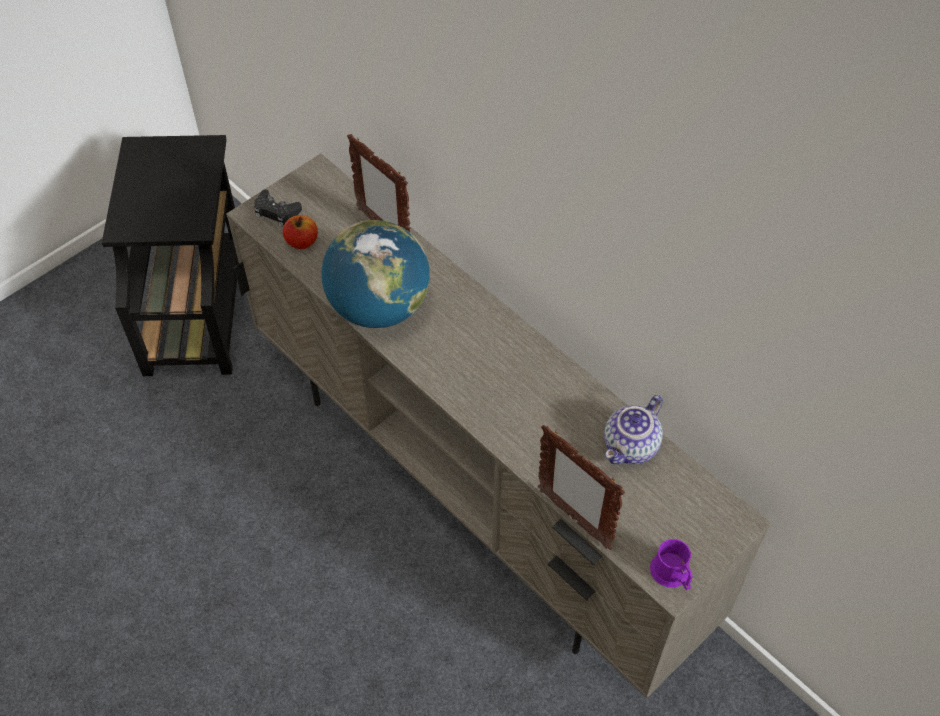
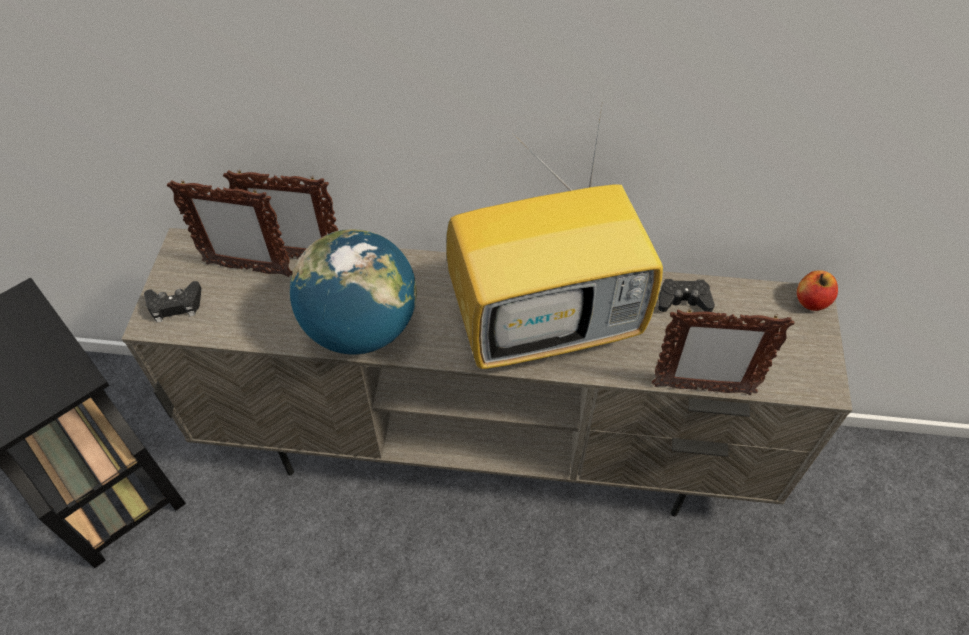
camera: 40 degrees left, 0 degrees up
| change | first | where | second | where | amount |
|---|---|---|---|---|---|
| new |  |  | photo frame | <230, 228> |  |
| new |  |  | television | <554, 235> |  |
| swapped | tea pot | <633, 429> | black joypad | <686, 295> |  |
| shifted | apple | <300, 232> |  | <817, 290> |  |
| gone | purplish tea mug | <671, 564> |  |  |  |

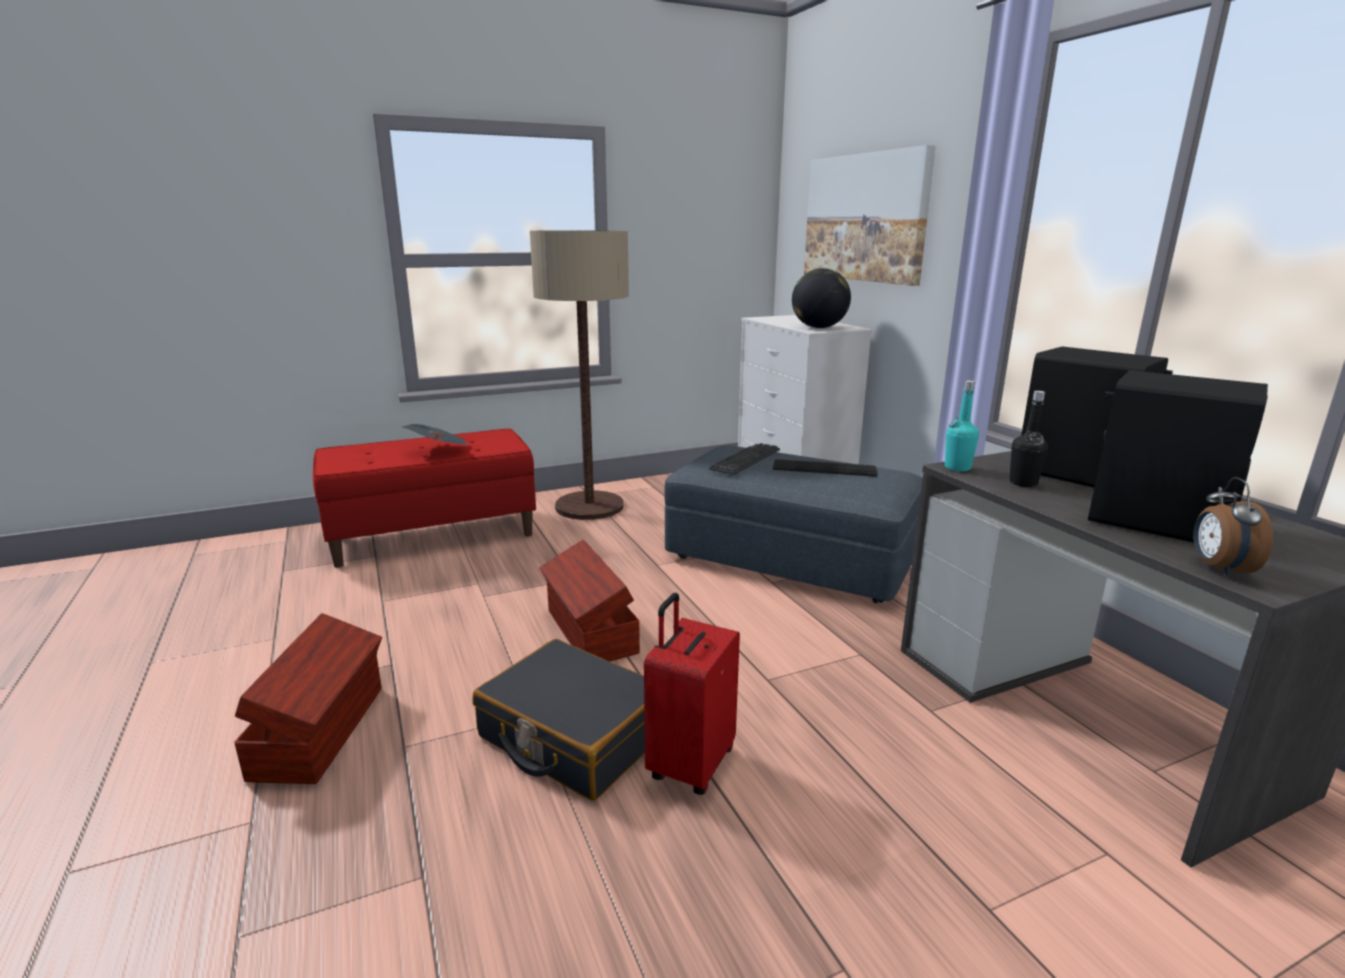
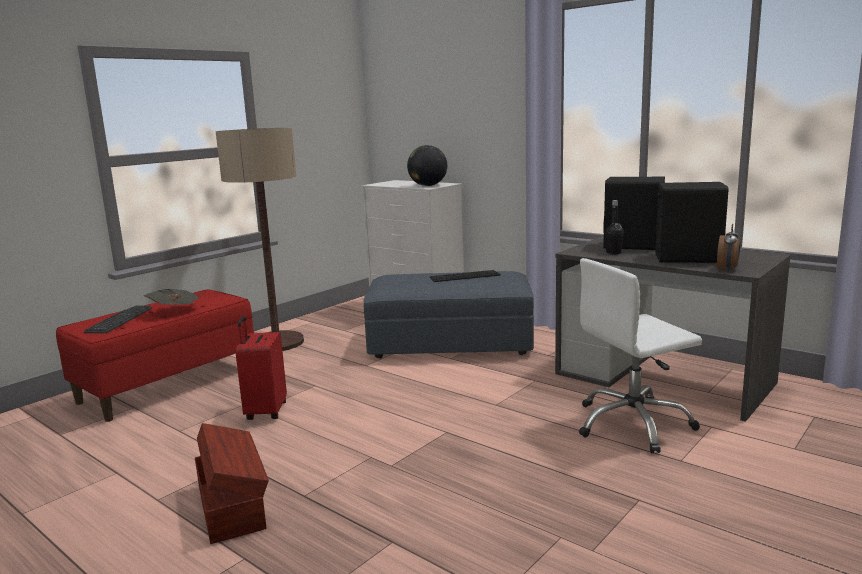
camera: 25 degrees left, 5 degrees down
| change | first | where | second | where | amount |
|---|---|---|---|---|---|
| shifted | computer keyboard | <744, 459> |  | <118, 319> |  |
| shifted | red travel case | <692, 694> |  | <261, 368> |  |
| new |  |  | white-coloured computer chair | <640, 355> |  |
| rotated | bedside clock | <1233, 527> |  | <728, 248> | 135 degrees counterclockwise |
| gone | black travel case | <559, 720> |  |  |  |
| gone | brown-coloured storage bin | <589, 601> |  |  |  |
| gone | picture | <870, 215> |  |  |  |
| gone | turquoise-coloured beverage bottle | <962, 425> |  |  |  |

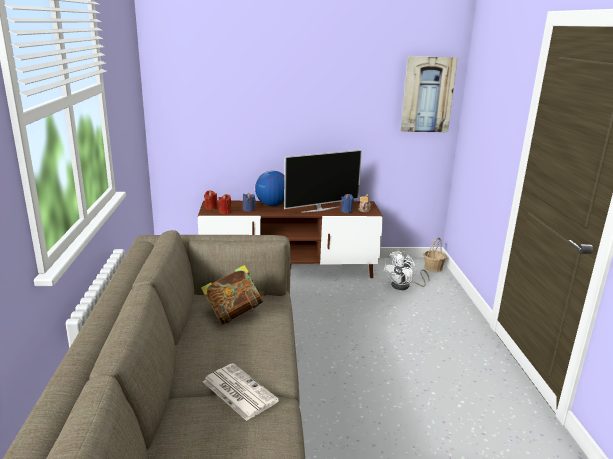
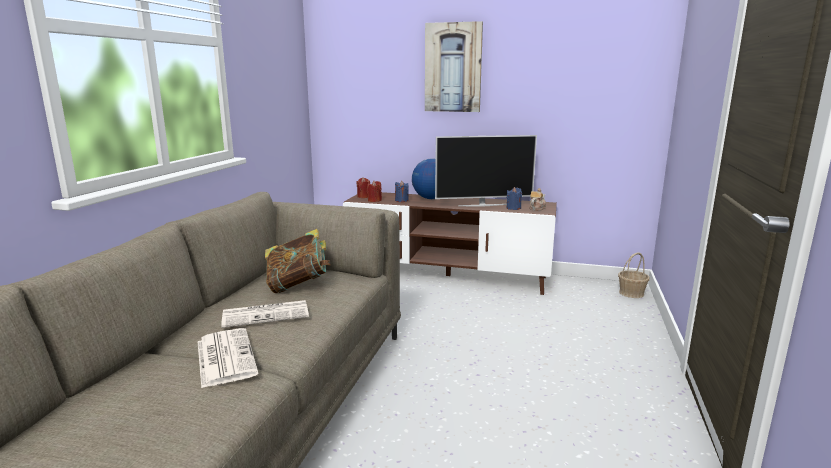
camera: 20 degrees right, 5 degrees down
| change | first | where | second | where | amount |
|---|---|---|---|---|---|
| new |  |  | daily paper | <265, 314> |  |
| shifted | picture | <429, 94> |  | <454, 66> |  |
| gone | white-coloured electric fan | <406, 270> |  |  |  |

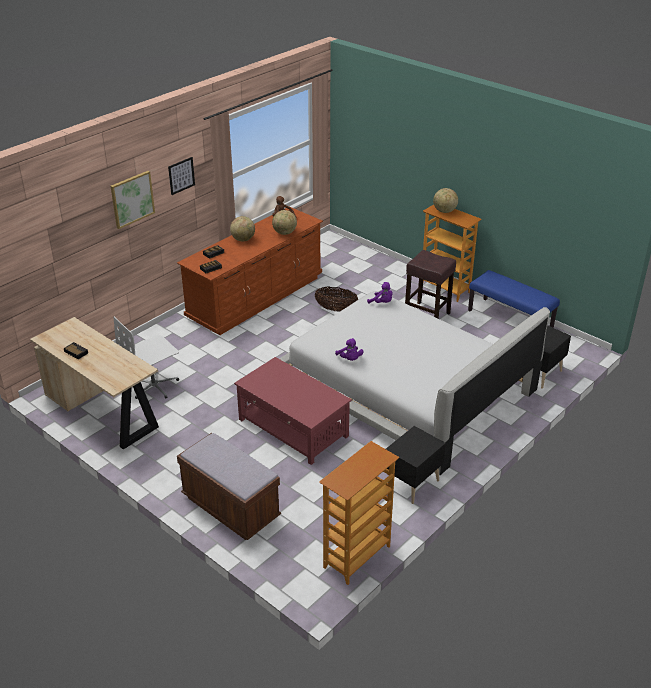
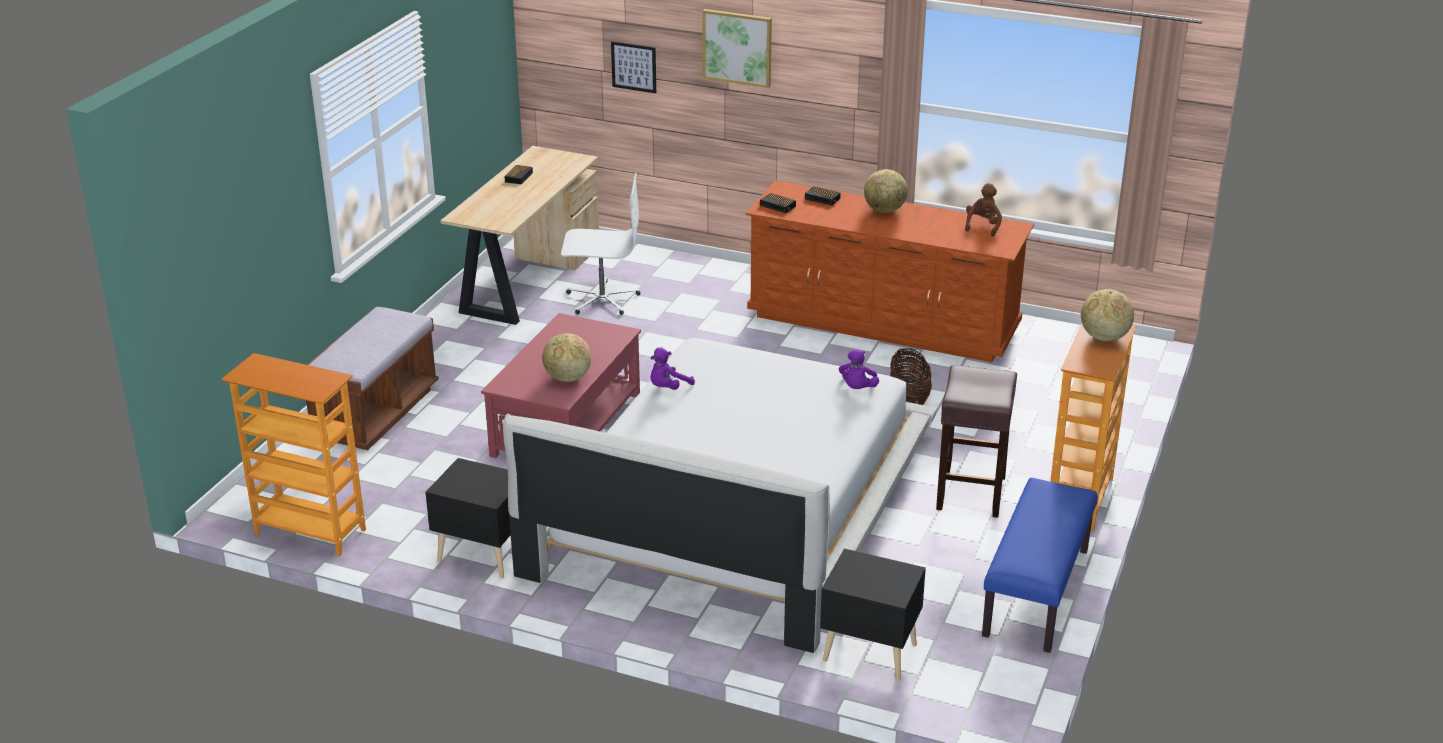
camera: 70 degrees right, 5 degrees down
| change | first | where | second | where | amount |
|---|---|---|---|---|---|
| shifted | globe | <284, 222> |  | <566, 357> |  |
| rotated | white-coloured computer chair | <146, 358> |  | <601, 244> | 150 degrees clockwise |
| shifted | picture | <181, 176> |  | <633, 67> |  |

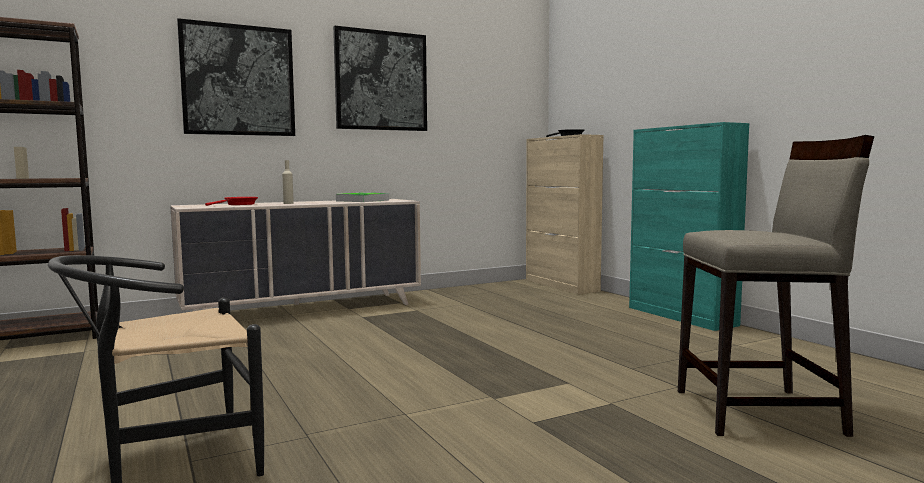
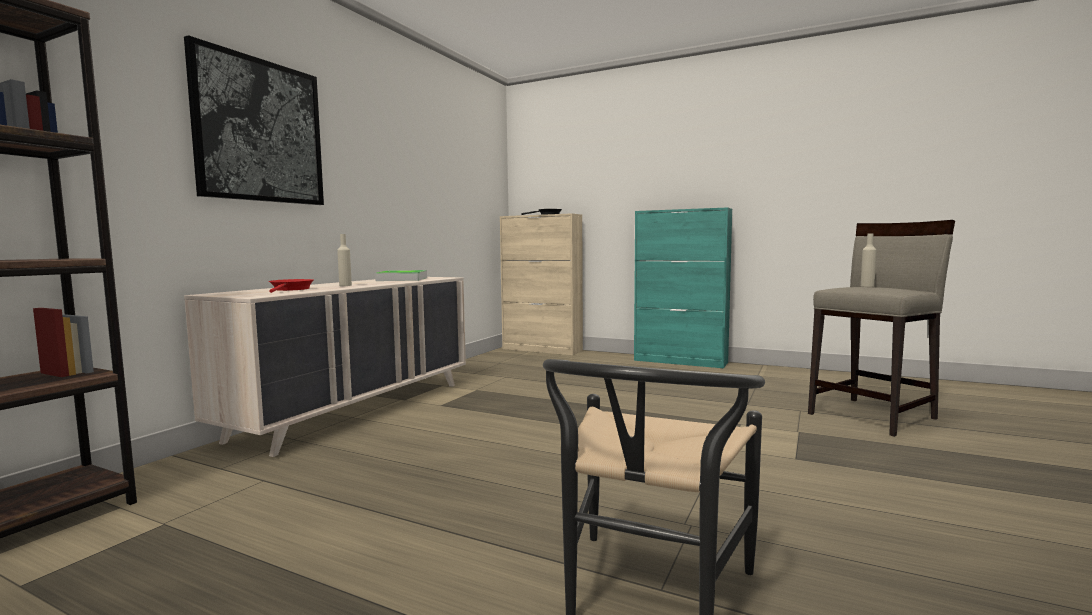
camera: 35 degrees left, 0 degrees up
| change | first | where | second | where | amount |
|---|---|---|---|---|---|
| new |  |  | beige beverage bottle | <869, 260> |  |
| gone | picture | <380, 78> |  |  |  |

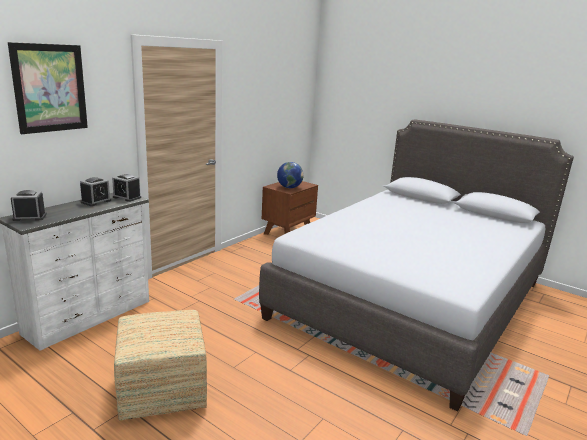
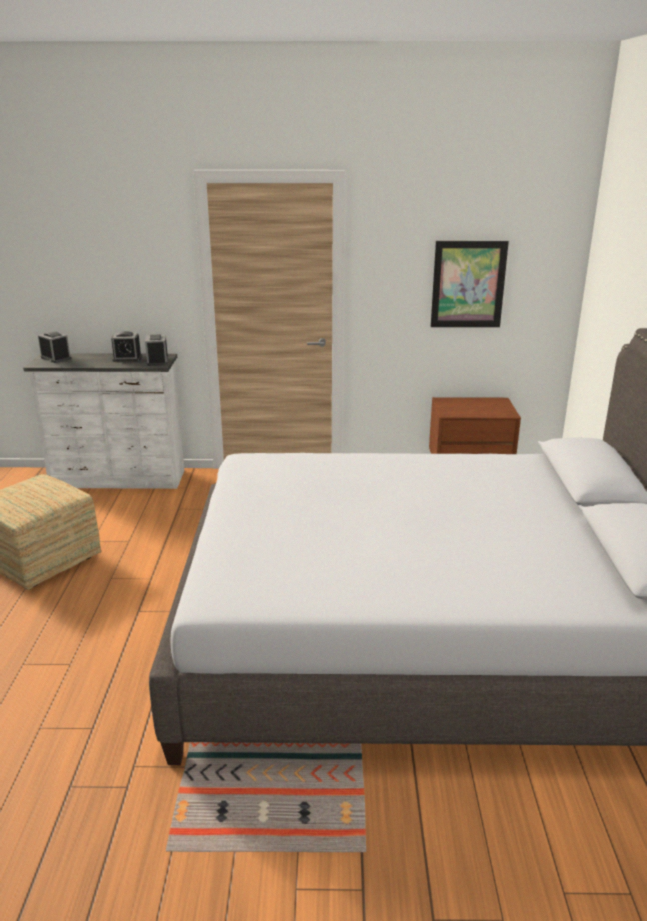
camera: 55 degrees right, 5 degrees up
| change | first | where | second | where | amount |
|---|---|---|---|---|---|
| shifted | picture | <48, 88> |  | <470, 284> |  |
| gone | globe | <290, 175> |  |  |  |

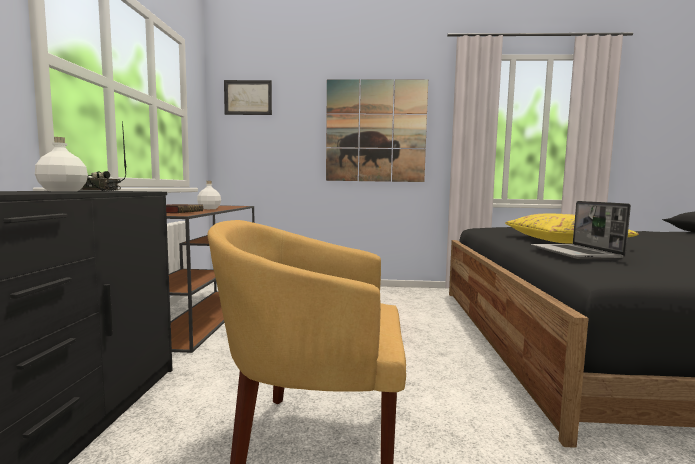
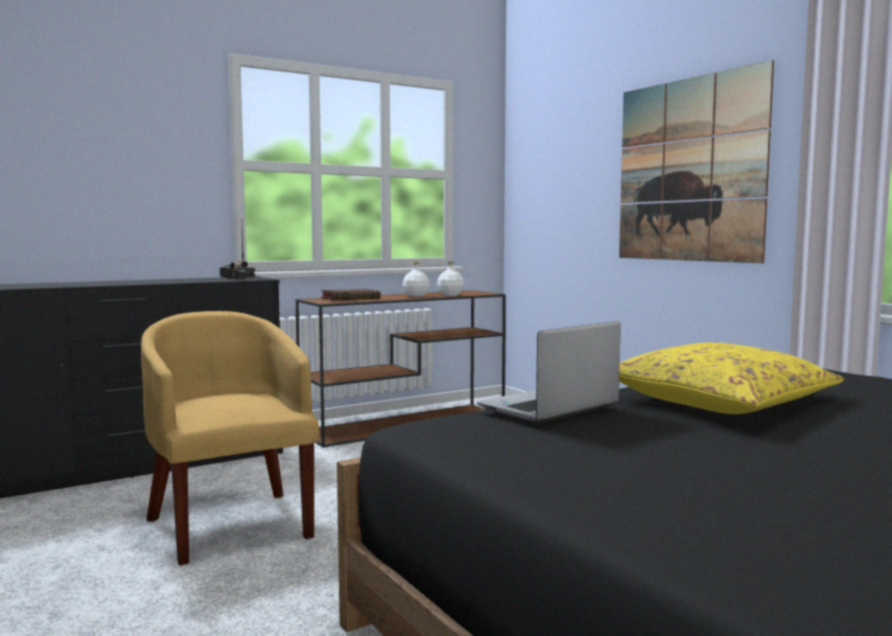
camera: 55 degrees right, 0 degrees up
| change | first | where | second | where | amount |
|---|---|---|---|---|---|
| shifted | white-coloured beverage bottle | <61, 164> |  | <450, 278> |  |
| gone | picture | <248, 97> |  |  |  |

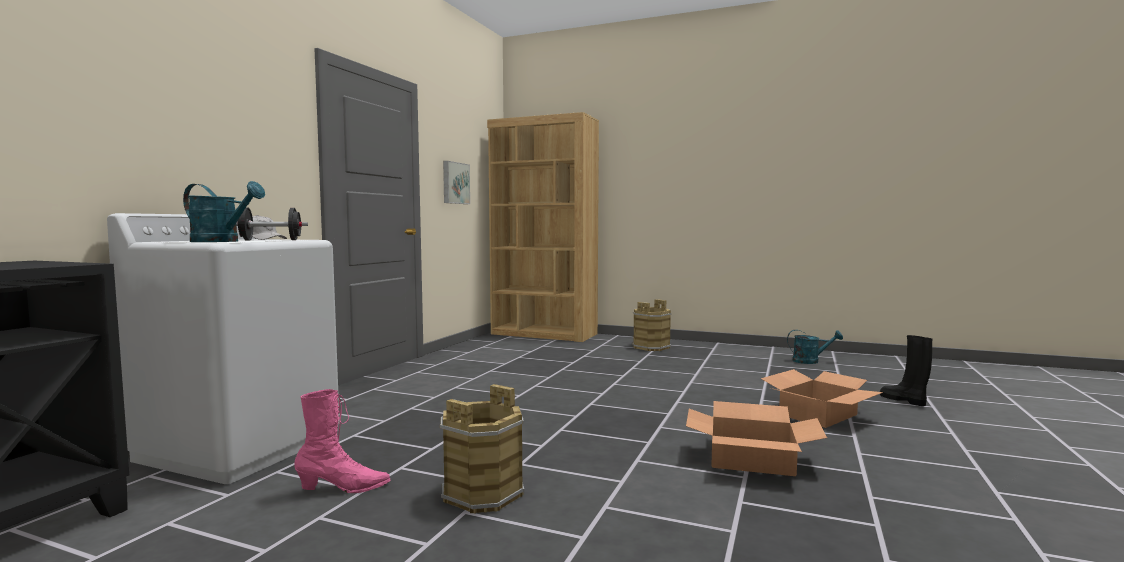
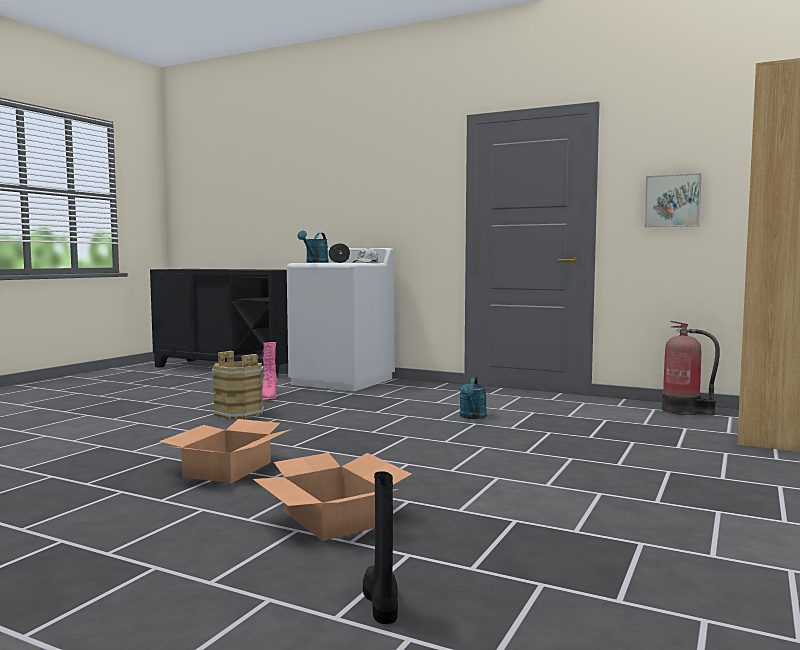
camera: 95 degrees right, 0 degrees up
| change | first | where | second | where | amount |
|---|---|---|---|---|---|
| rotated | black boot | <906, 370> |  | <380, 547> | 75 degrees counterclockwise |
| shifted | turquoise-coloured watering pot | <815, 347> |  | <473, 397> |  |
| new |  |  | fire extinguisher | <691, 368> |  |
| gone | brown-coloured bucket | <652, 325> |  |  |  |

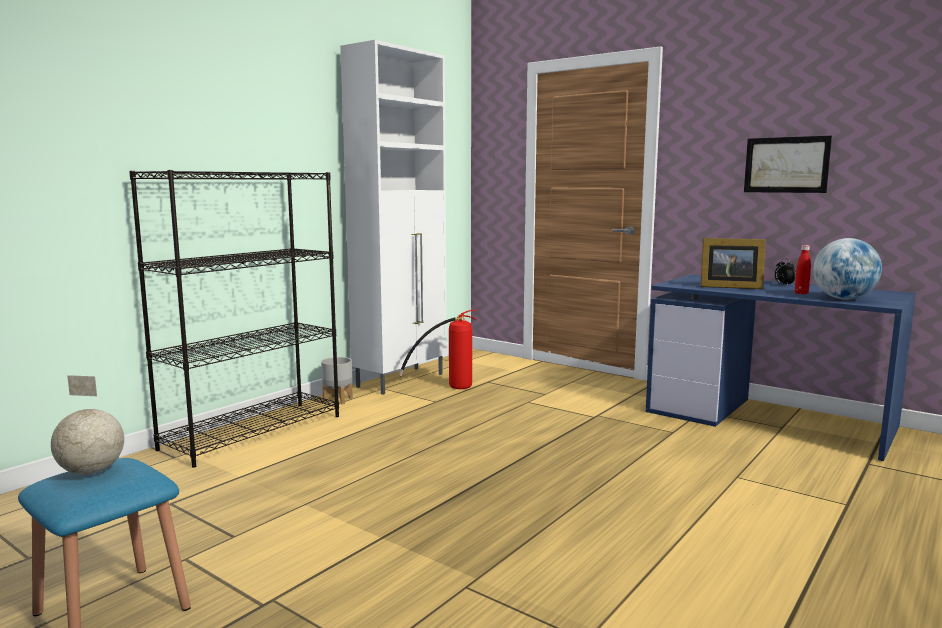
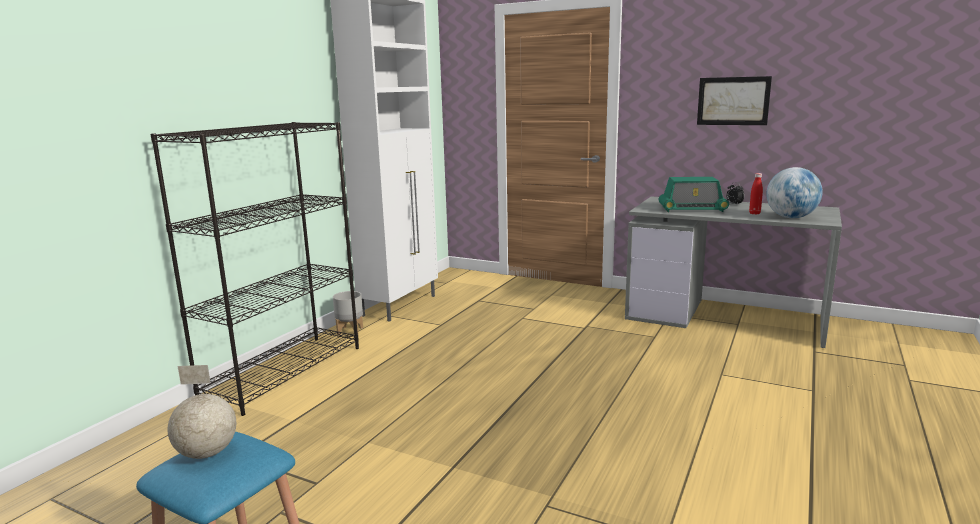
camera: 10 degrees left, 5 degrees up
| change | first | where | second | where | amount |
|---|---|---|---|---|---|
| repainted | blue desk | <781, 367> | grey desk | <733, 272> |  |
| swapped | photo frame | <733, 263> | radio set | <693, 194> |  |
| gone | fire extinguisher | <438, 349> |  |  |  |

